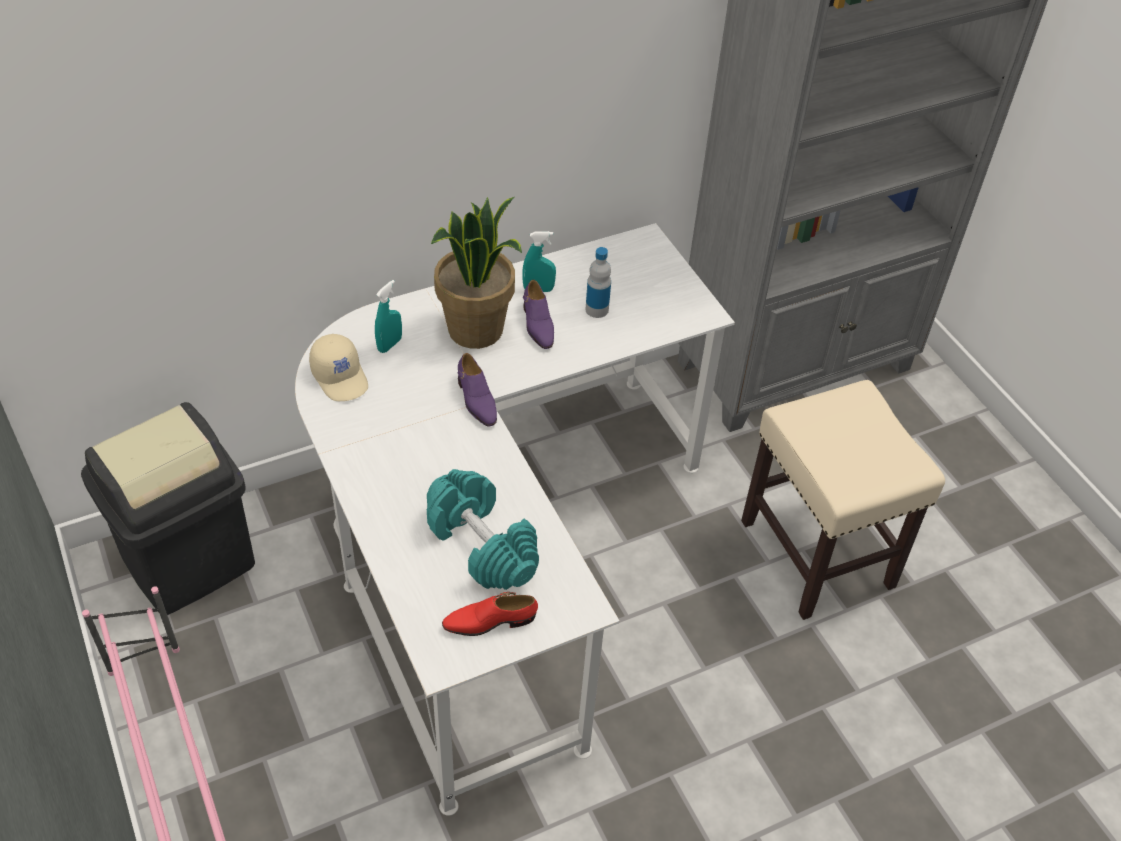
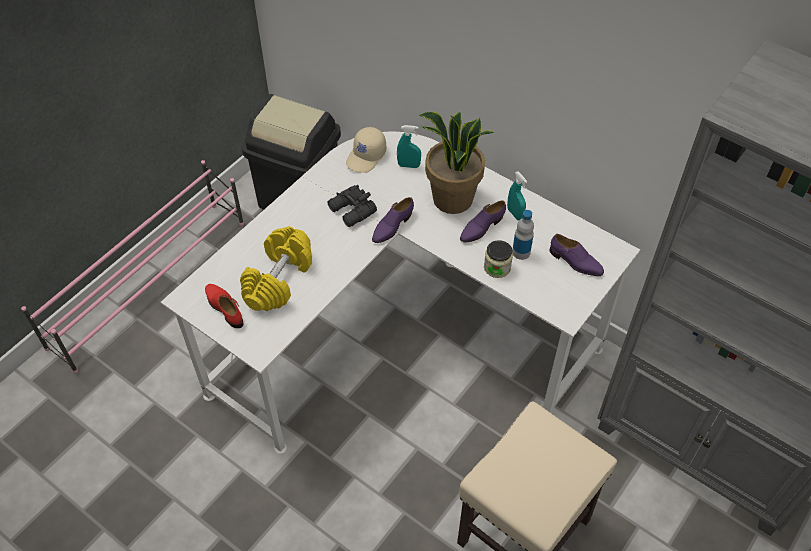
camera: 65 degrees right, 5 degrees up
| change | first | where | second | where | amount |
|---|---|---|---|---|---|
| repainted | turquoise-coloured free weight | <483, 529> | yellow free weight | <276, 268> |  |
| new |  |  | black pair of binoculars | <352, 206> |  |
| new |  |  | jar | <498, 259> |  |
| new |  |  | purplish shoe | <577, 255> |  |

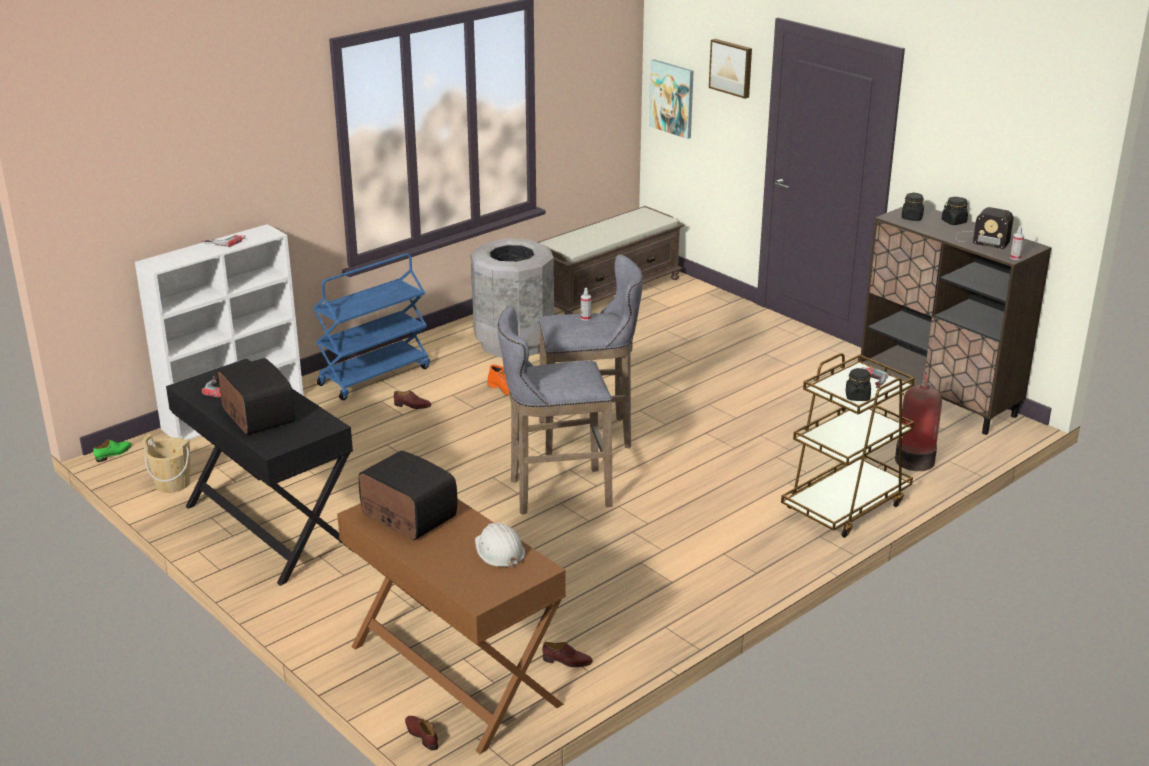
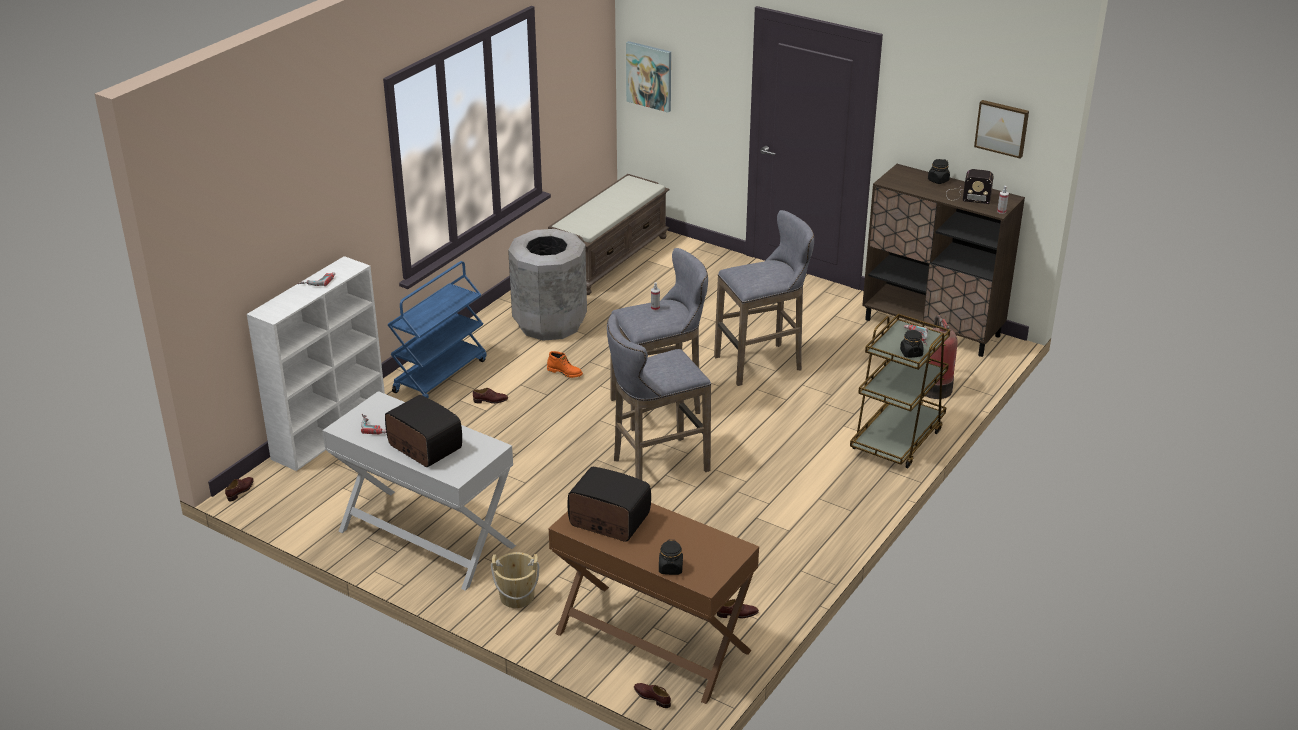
camera: 15 degrees left, 5 degrees up
| change | first | where | second | where | amount |
|---|---|---|---|---|---|
| repainted | green shoe | <112, 451> | brown-coloured shoe | <239, 489> |  |
| repainted | black console table | <259, 472> | white-coloured console table | <419, 491> |  |
| shifted | beige bucket | <166, 463> |  | <515, 580> |  |
| shifted | black jar | <912, 207> |  | <671, 557> |  |
| new |  |  | grey stool | <764, 298> |  |
| shifted | picture | <730, 69> |  | <1001, 129> |  |
| gone | white-coloured work helmet | <500, 545> |  |  |  |

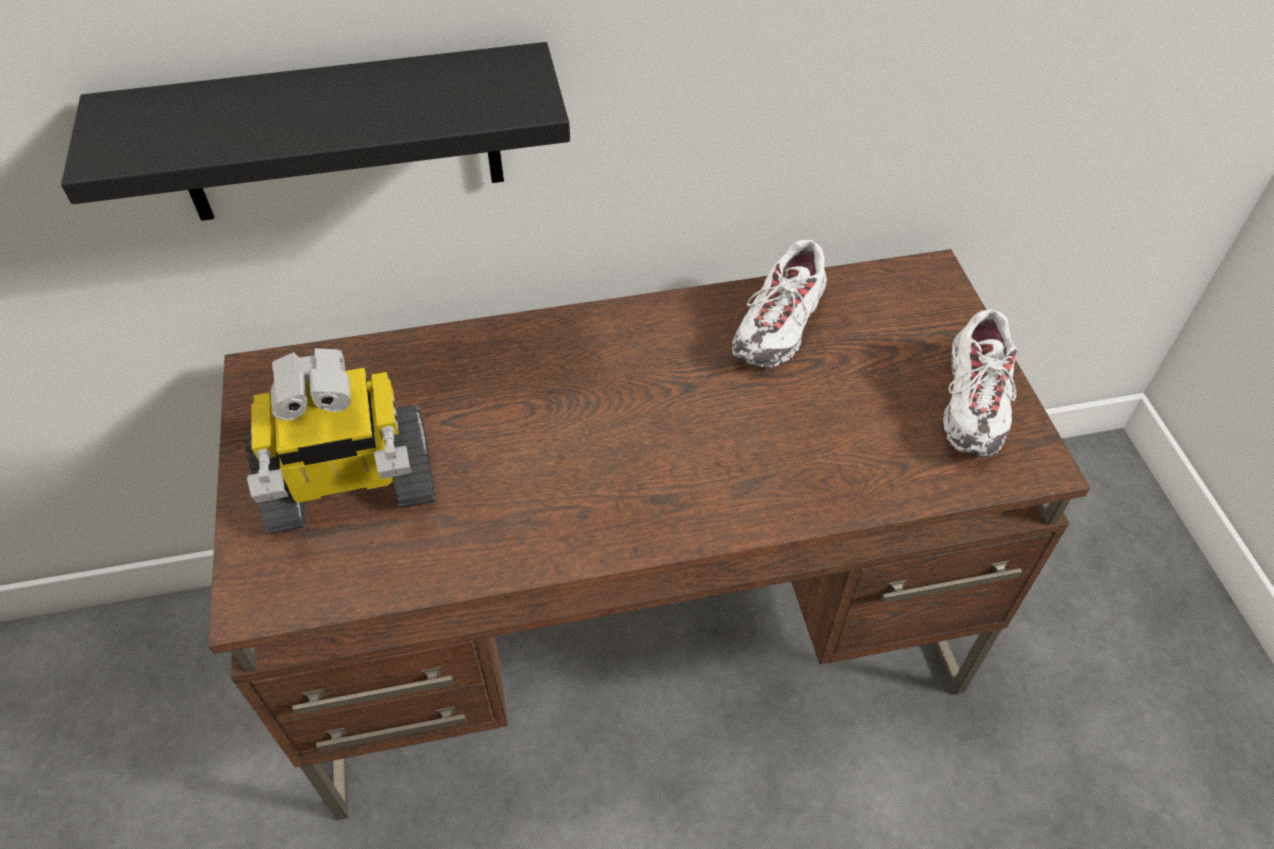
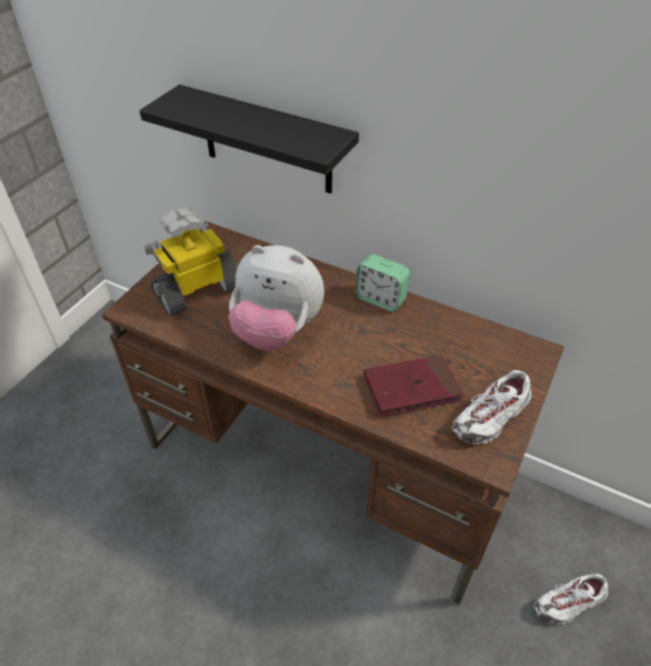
camera: 40 degrees right, 5 degrees down
| change | first | where | second | where | amount |
|---|---|---|---|---|---|
| rotated | toy robot | <340, 441> |  | <190, 262> | 120 degrees clockwise |
| new |  |  | soft toy | <276, 298> |  |
| new |  |  | bedside clock | <382, 283> |  |
| new |  |  | red bound book | <413, 385> |  |
| shifted | white-coloured shoe | <779, 303> |  | <571, 599> |  |

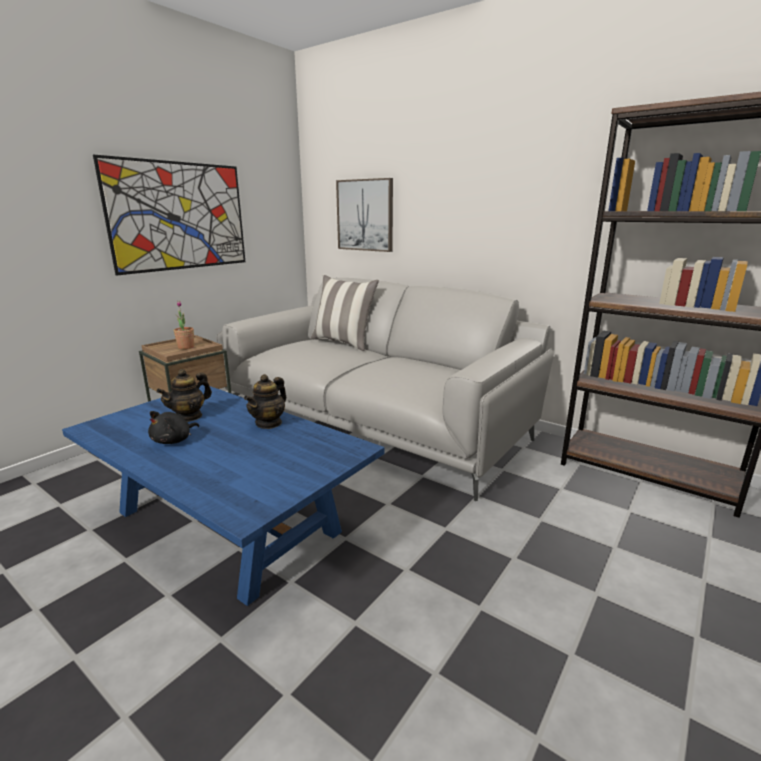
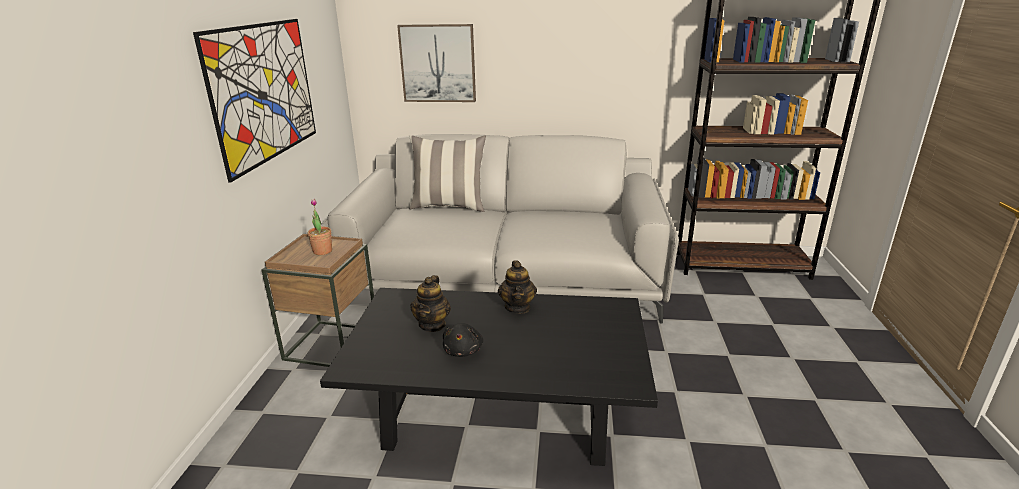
camera: 30 degrees left, 5 degrees up
| change | first | where | second | where | amount |
|---|---|---|---|---|---|
| repainted | blue coffee table | <223, 495> | black coffee table | <489, 377> |  |

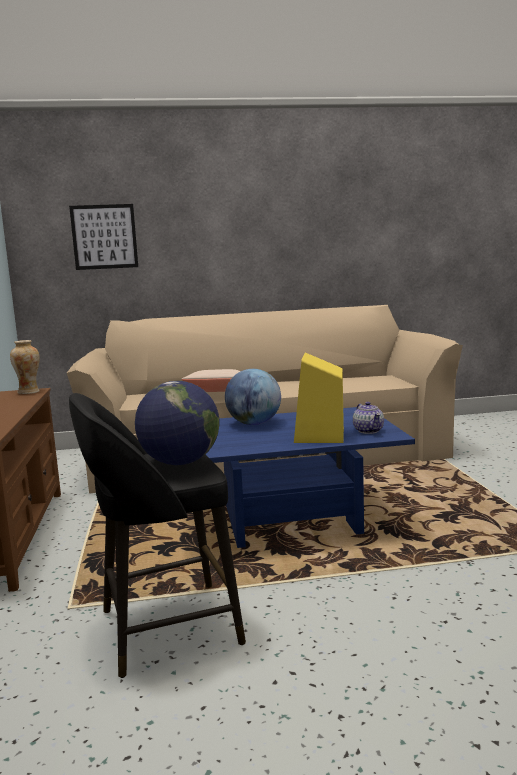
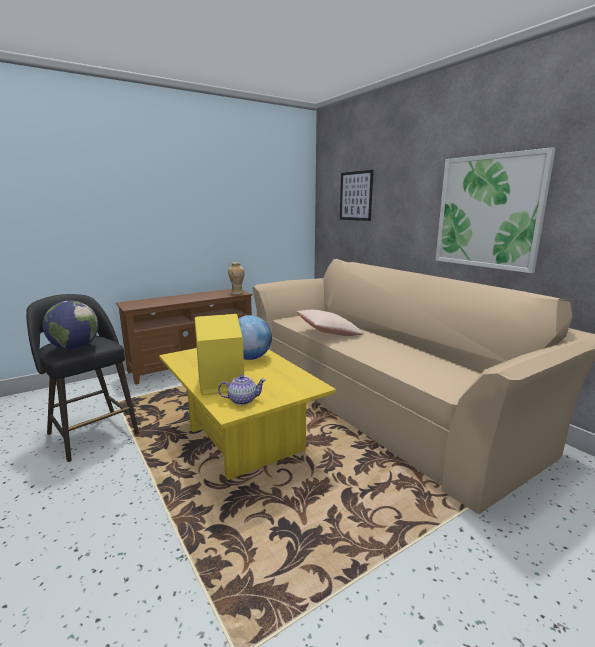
camera: 65 degrees right, 5 degrees up
| change | first | where | second | where | amount |
|---|---|---|---|---|---|
| repainted | blue coffee table | <310, 477> | yellow coffee table | <247, 414> |  |
| rotated | tea pot | <368, 418> |  | <242, 390> | 150 degrees counterclockwise |
| new |  |  | picture | <496, 210> |  |

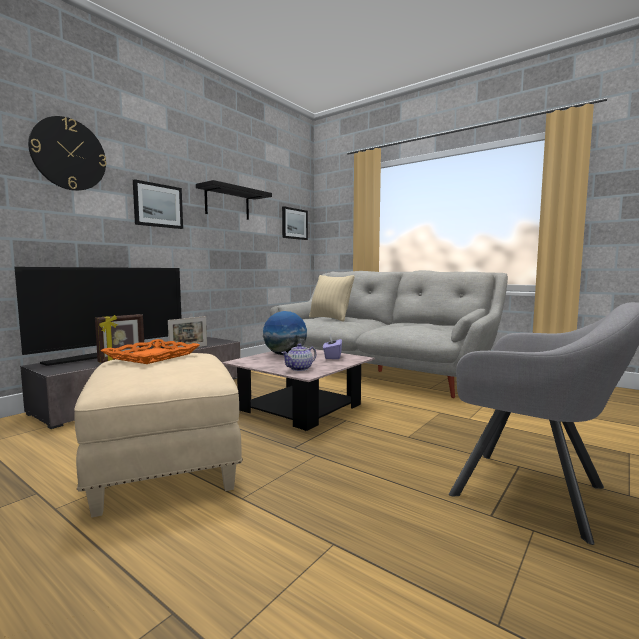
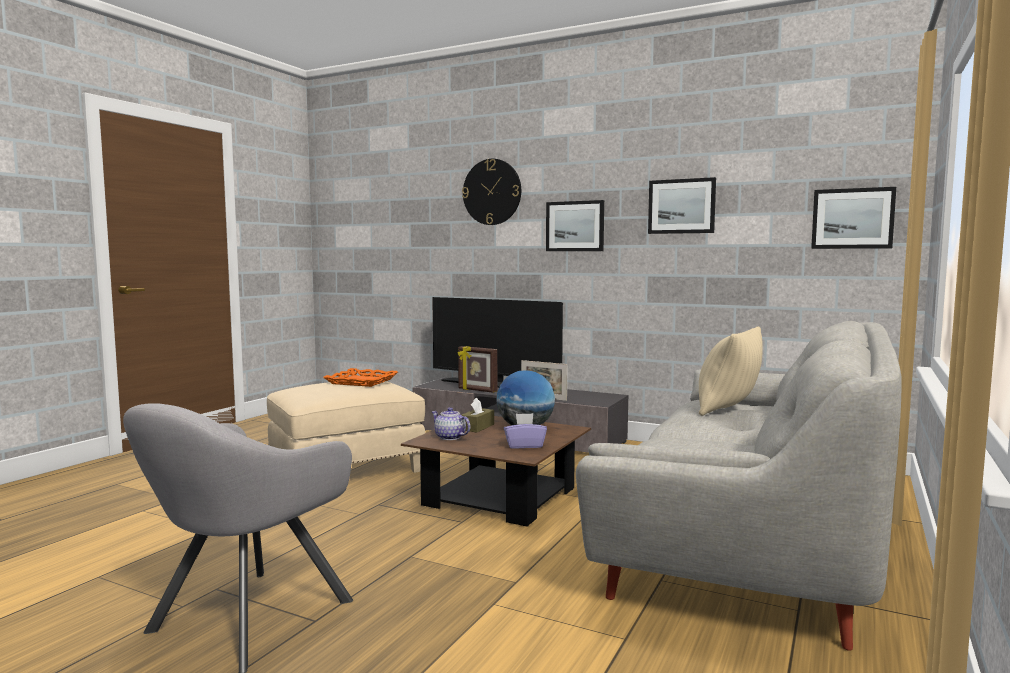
camera: 80 degrees right, 0 degrees up
| change | first | where | second | where | amount |
|---|---|---|---|---|---|
| repainted | pink coffee table | <298, 389> | brown-coloured coffee table | <496, 471> |  |
| new |  |  | brown-coloured tissue holder | <478, 414> |  |
| swapped | black wall shelf | <234, 200> | picture | <682, 205> |  |

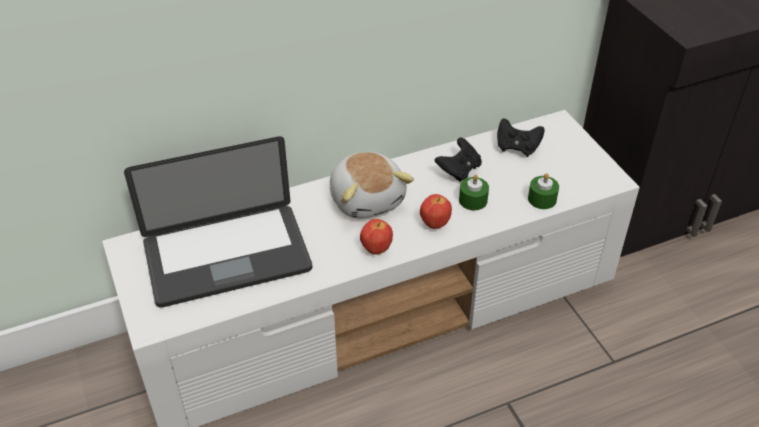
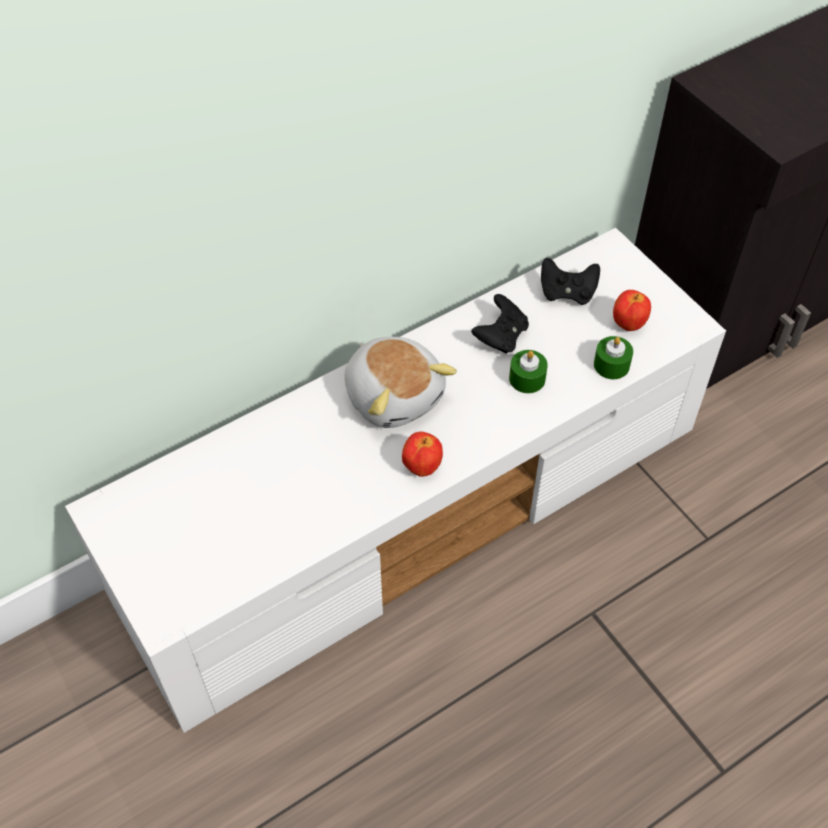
camera: 10 degrees left, 10 degrees up
| change | first | where | second | where | amount |
|---|---|---|---|---|---|
| shifted | apple | <436, 211> |  | <632, 310> |  |
| gone | portable computer | <218, 221> |  |  |  |

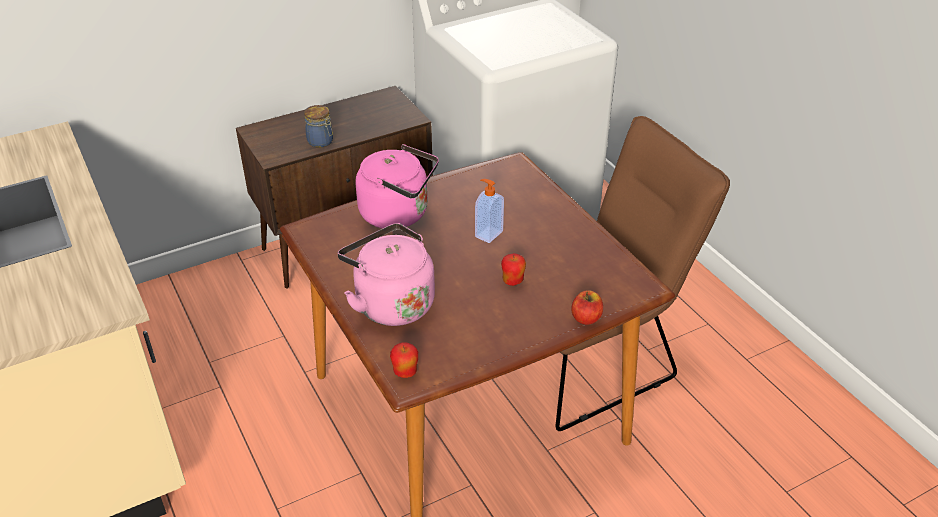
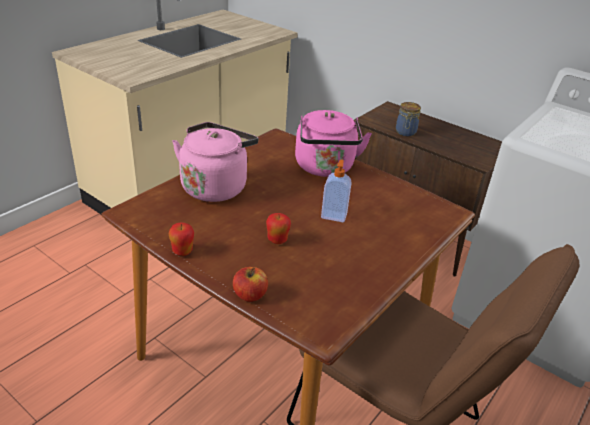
camera: 65 degrees right, 5 degrees down
| change | first | where | second | where | amount |
|---|---|---|---|---|---|
| shifted | apple | <404, 360> |  | <181, 239> |  |

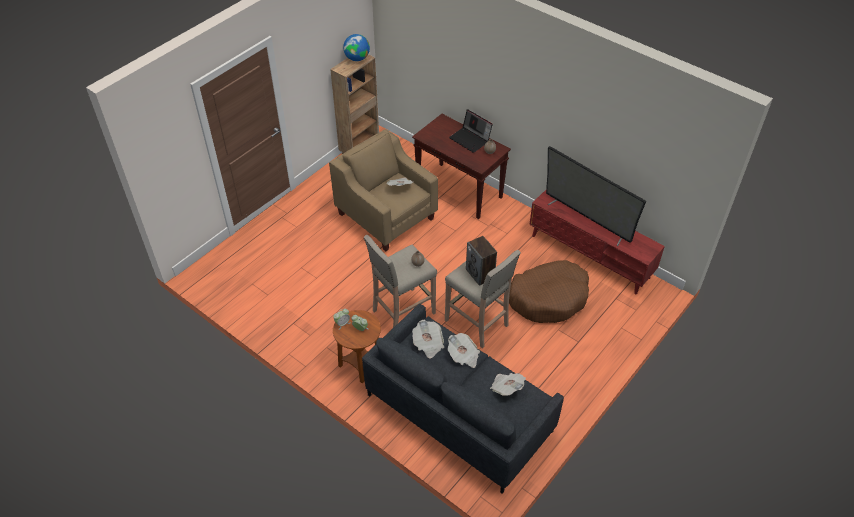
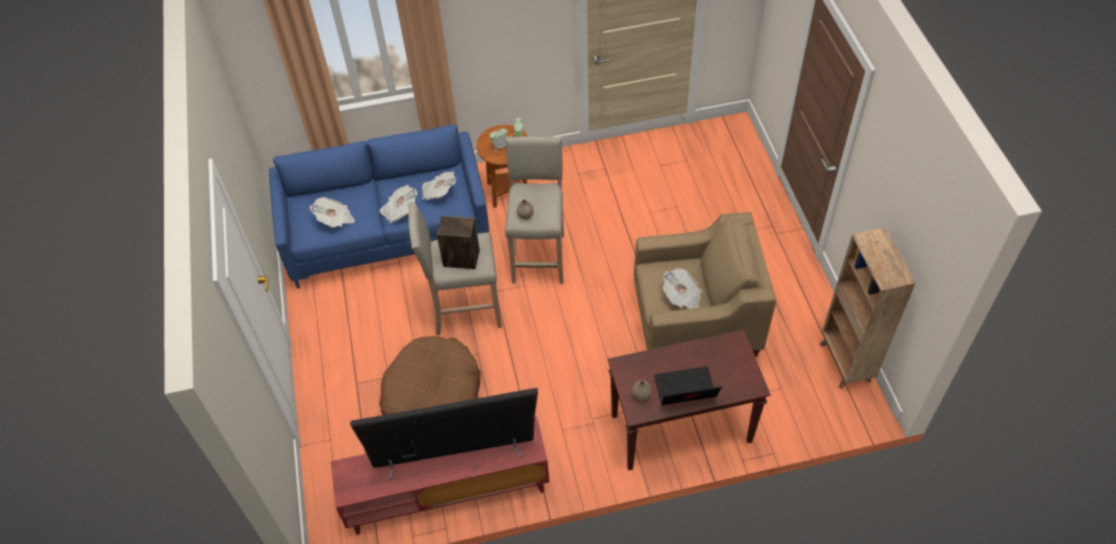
camera: 130 degrees right, 5 degrees up
| change | first | where | second | where | amount |
|---|---|---|---|---|---|
| repainted | grey sofa | <463, 399> | blue sofa | <379, 206> |  |
| gone | globe | <356, 47> |  |  |  |

